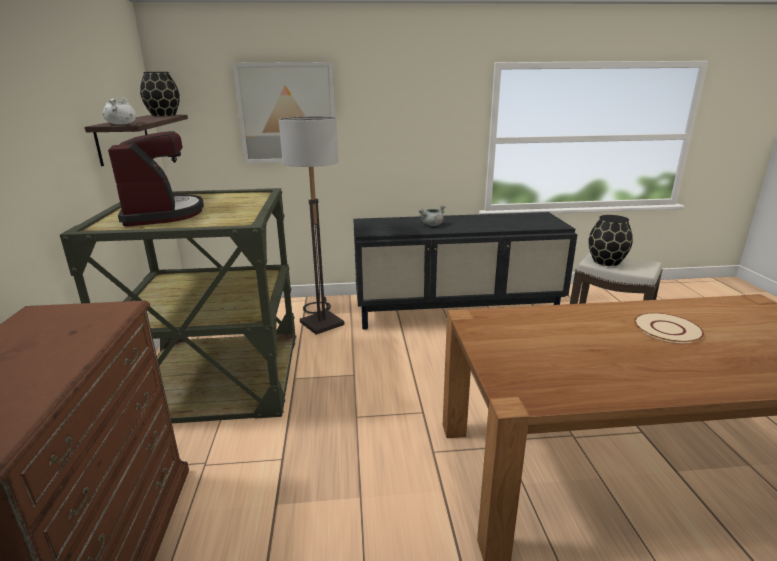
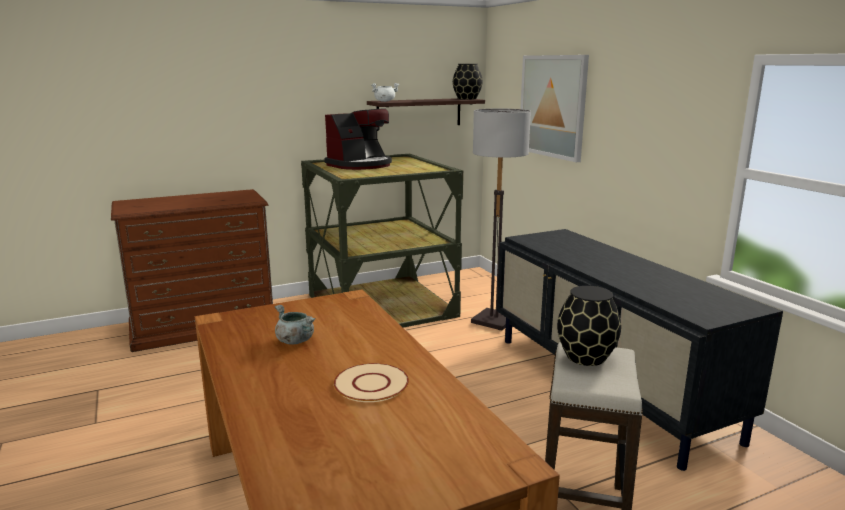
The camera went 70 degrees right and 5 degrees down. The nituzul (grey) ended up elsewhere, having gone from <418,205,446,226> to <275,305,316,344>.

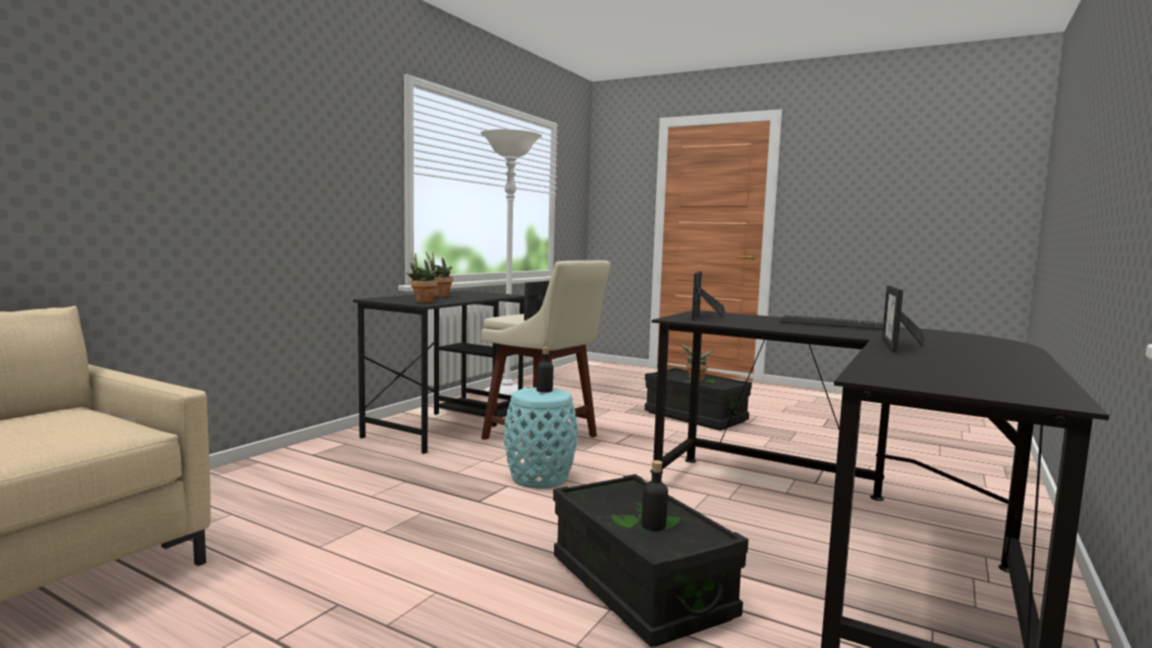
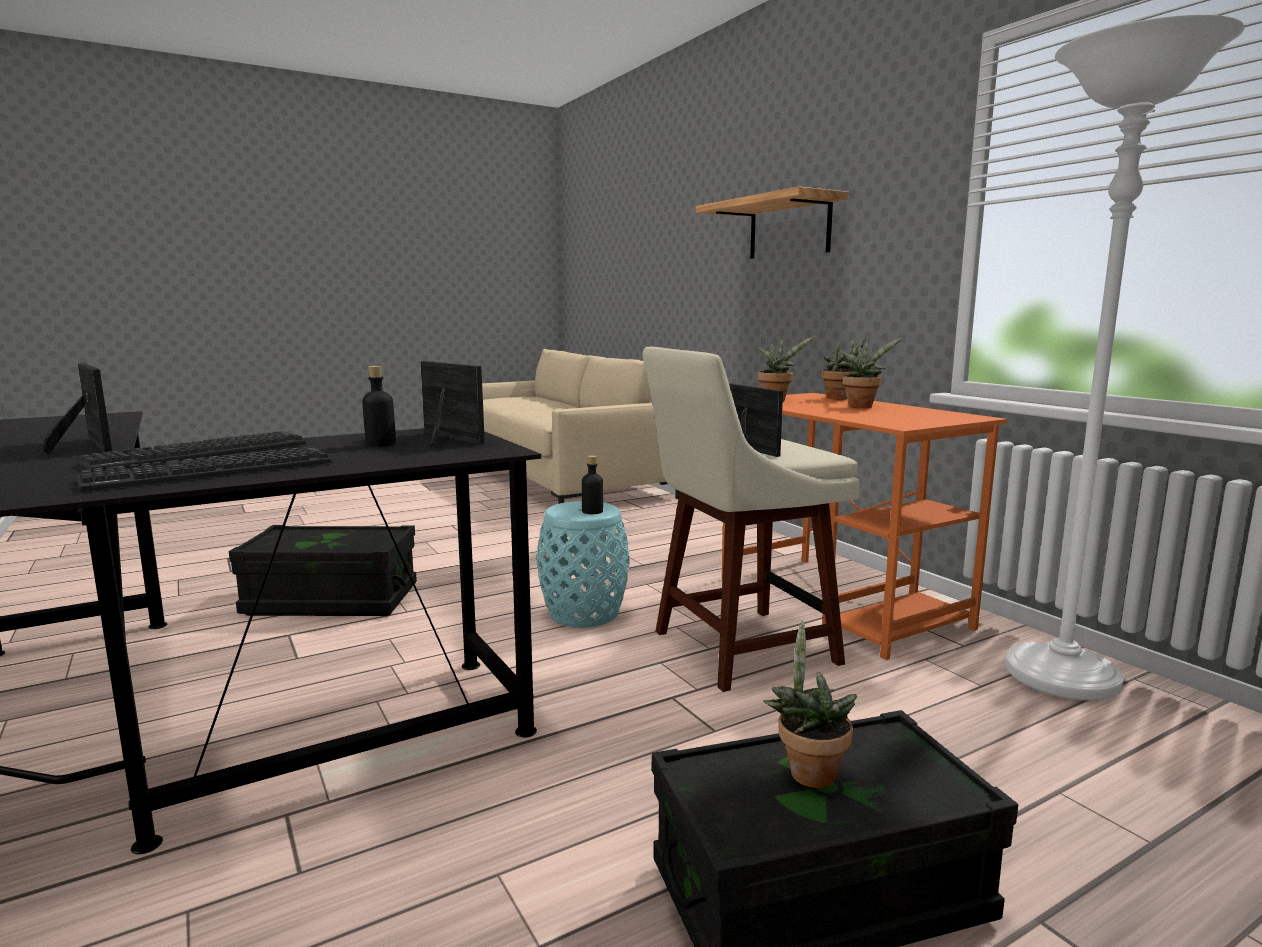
The camera went 120 degrees right and 5 degrees up. The second view gained the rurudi at <75,431,307,472>. The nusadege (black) ended up elsewhere, having gone from <641,460,668,531> to <362,366,396,447>. The second view gained the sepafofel at <696,187,849,259>. What was the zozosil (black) at <353,291,524,454> turned into the zozosil (orange) at <722,393,1007,660>. The second view gained the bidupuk at <821,335,867,400>.

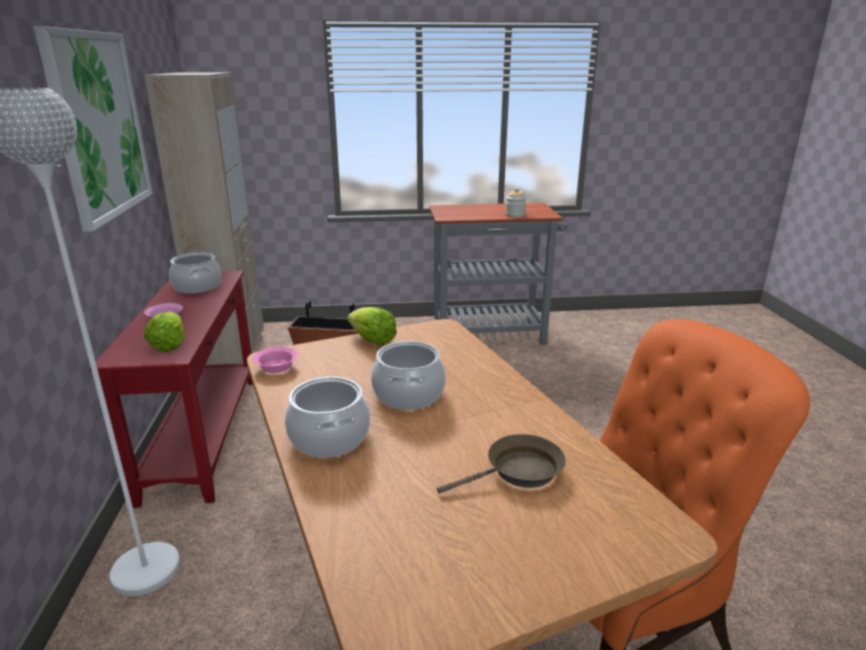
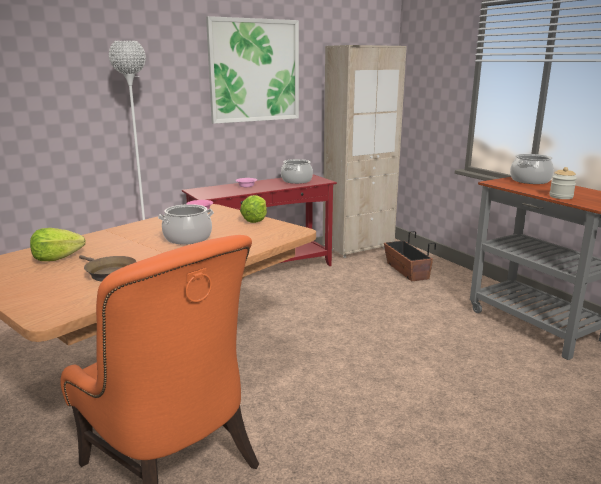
The camera went 65 degrees right and 5 degrees down. The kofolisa ended up elsewhere, having gone from <144,311,185,352> to <30,228,86,261>. The nituzul ended up elsewhere, having gone from <285,377,370,458> to <510,154,554,184>.

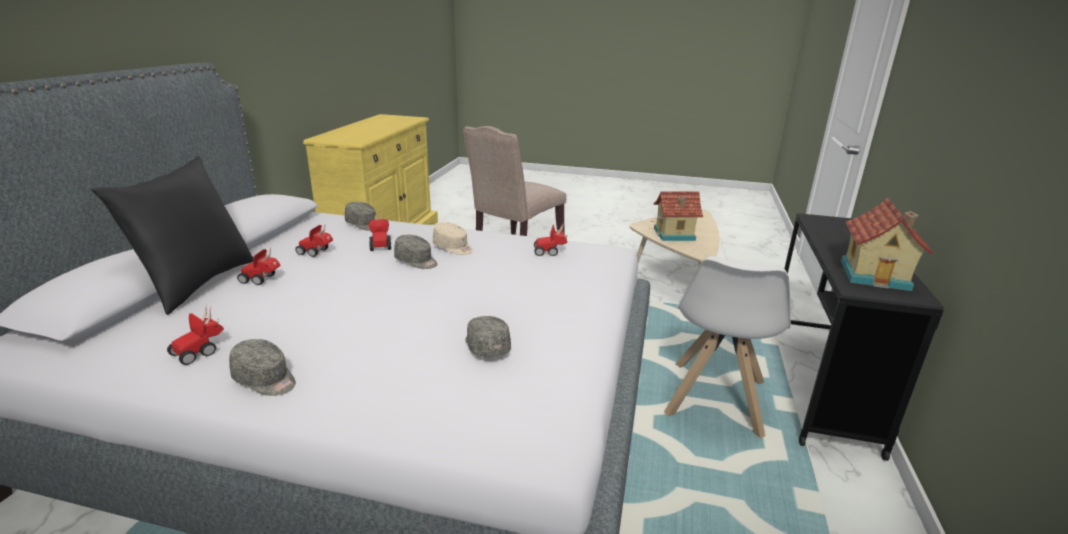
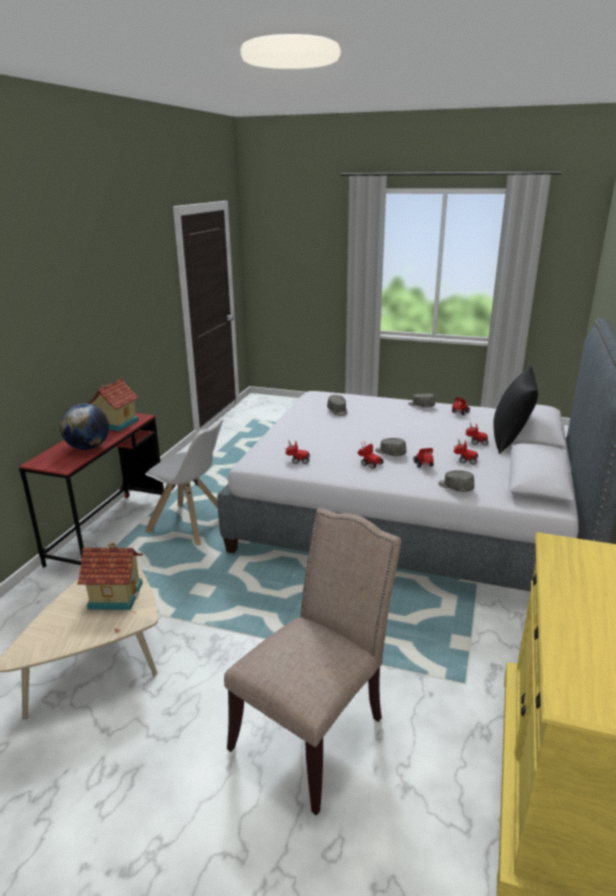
The camera went 175 degrees left and 0 degrees up. What was the zozosil (black) at <784,213,944,461> turned into the zozosil (red) at <19,413,164,567>. The second view gained the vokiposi at <60,404,109,450>. The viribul at <664,256,791,438> ended up facing another way, 90 degrees clockwise from before. Where the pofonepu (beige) stood at <433,222,473,255>, the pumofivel came to stand at <358,441,383,469>.

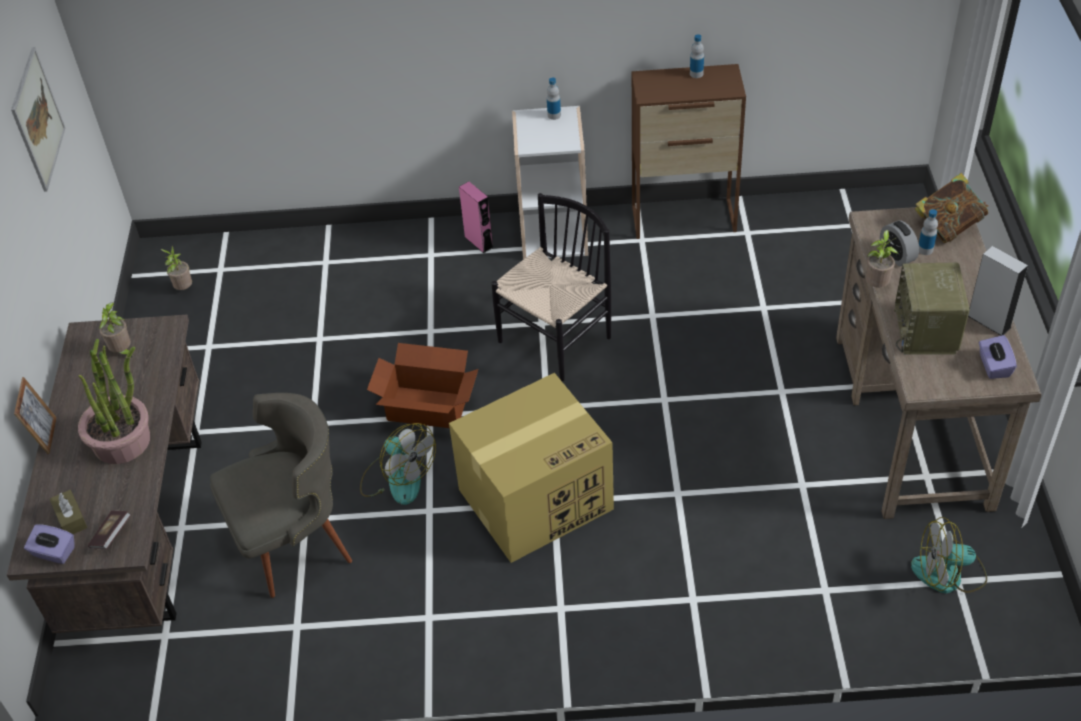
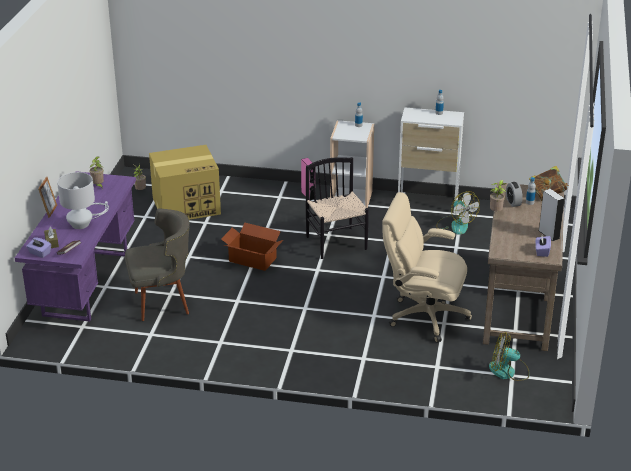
The camera went 10 degrees right and 15 degrees down. What was the zozosil (brown) at <7,315,202,633> turned into the zozosil (purple) at <15,171,136,322>. Where the bidupuk stood at <78,339,150,464>, the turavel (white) came to stand at <57,172,109,229>. The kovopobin ended up elsewhere, having gone from <449,373,614,563> to <149,145,221,220>. The viribul (black) at <491,193,611,381> ended up facing another way, 75 degrees counterclockwise from before. The second view gained the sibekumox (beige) at <382,192,472,343>. What was the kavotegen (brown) at <632,64,746,239> turned into the kavotegen (white) at <398,107,464,201>. The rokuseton ended up elsewhere, having gone from <360,423,436,505> to <436,191,480,235>. The second view lost the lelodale at <11,47,65,192>. The second view lost the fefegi at <894,262,970,355>.

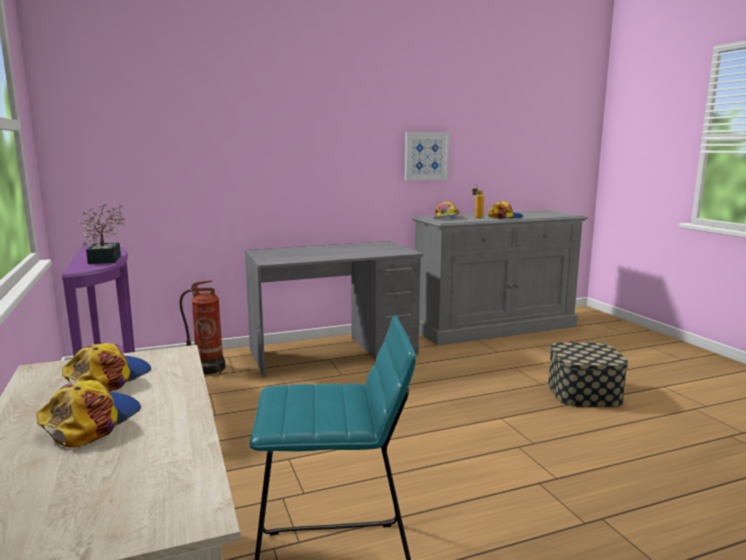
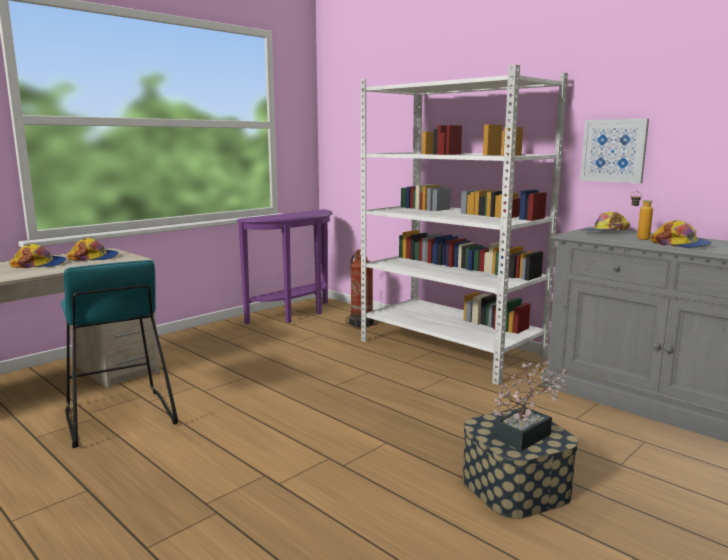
The camera went 65 degrees right and 0 degrees up. Where the zozosil (grey) stood at <245,241,423,376>, the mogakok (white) came to stand at <360,65,568,385>. The bidupuk ended up elsewhere, having gone from <79,203,126,264> to <493,361,568,451>.

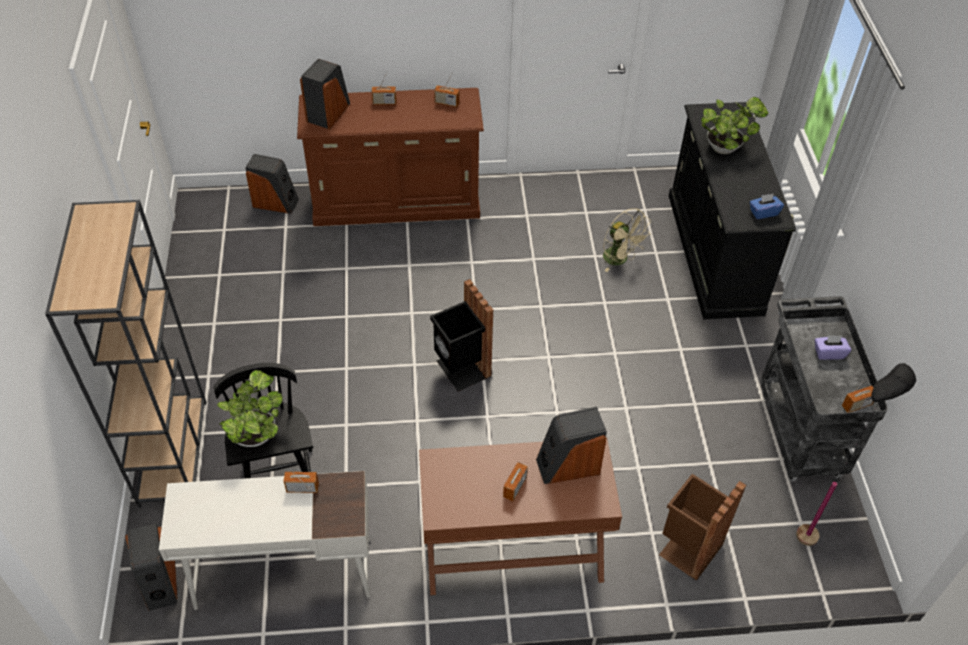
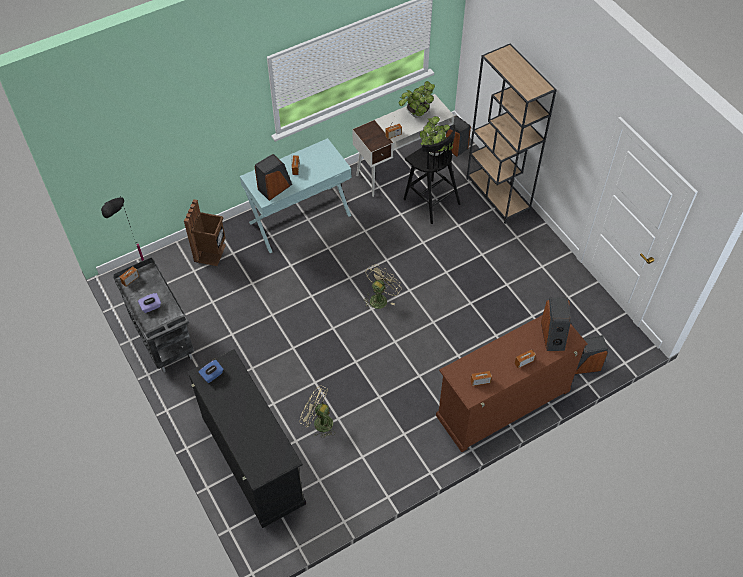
The camera went 155 degrees right and 5 degrees up. What was the zozosil (brown) at <419,437,622,595> turned into the zozosil (turquoise) at <240,138,352,253>. Where the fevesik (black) stood at <430,279,493,391>, the rokuseton (beige) came to stand at <364,264,402,309>. The bidupuk ended up elsewhere, having gone from <701,97,768,154> to <399,81,435,118>.

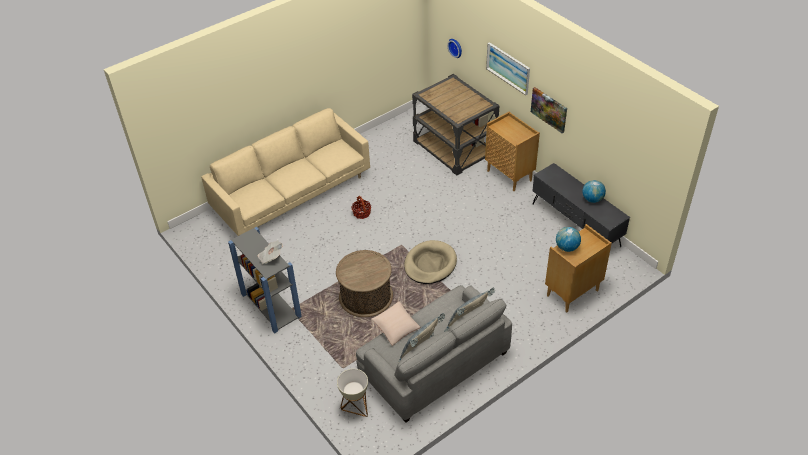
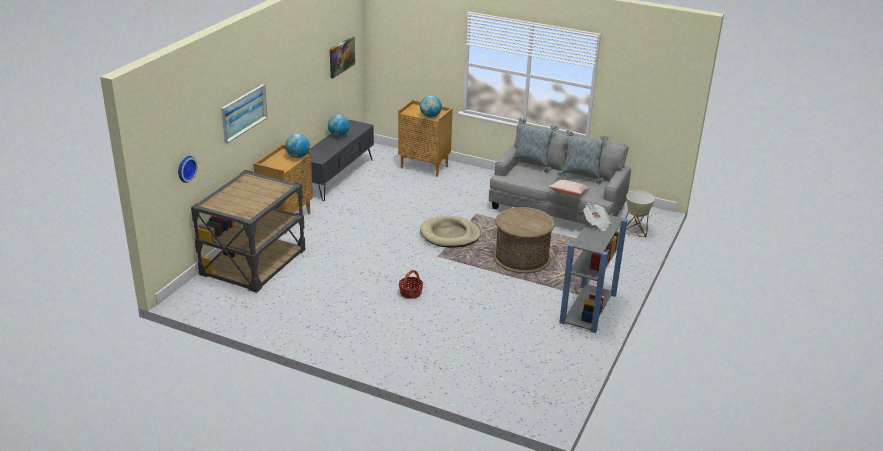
The camera went 120 degrees left and 15 degrees down. The second view gained the vokiposi at <285,134,310,158>. The lelodale ended up elsewhere, having gone from <531,87,567,133> to <330,36,355,78>. The second view lost the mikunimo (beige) at <201,108,370,236>.

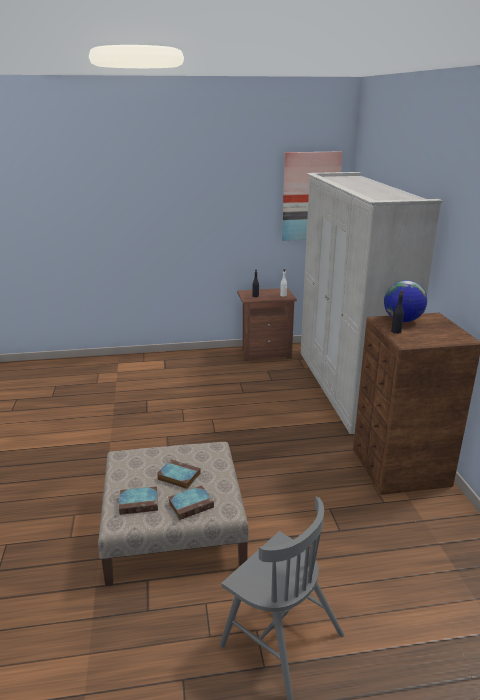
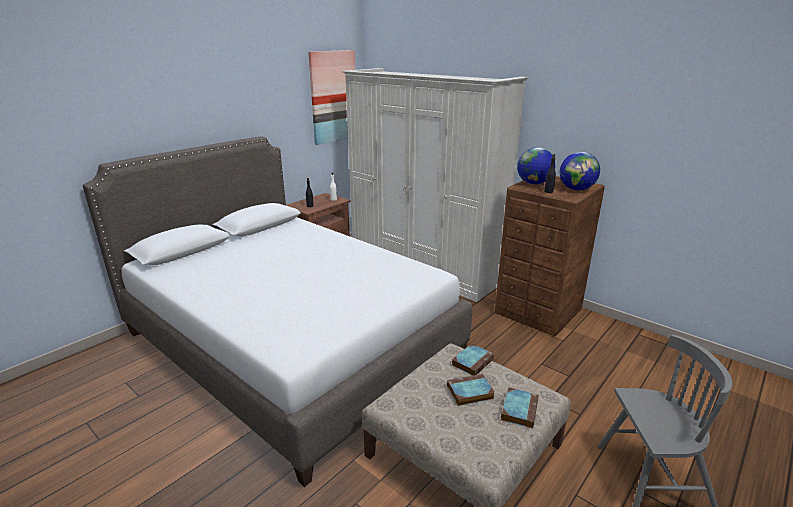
The camera went 40 degrees left and 0 degrees up. The second view gained the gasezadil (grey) at <83,136,472,487>. The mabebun ended up elsewhere, having gone from <119,486,158,515> to <452,343,494,376>. The second view gained the vokiposi at <560,152,600,190>.

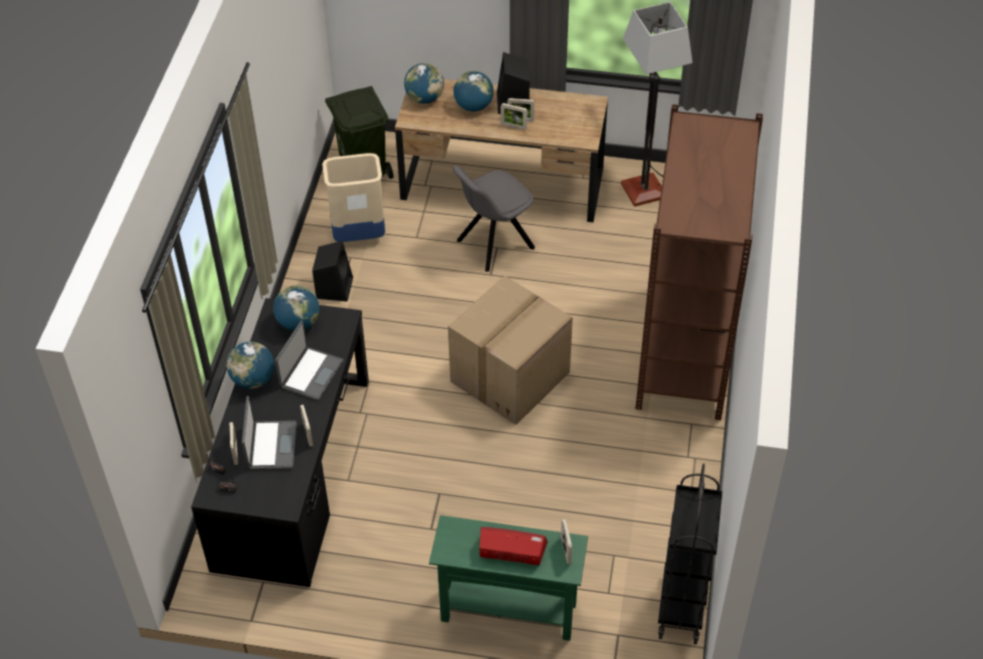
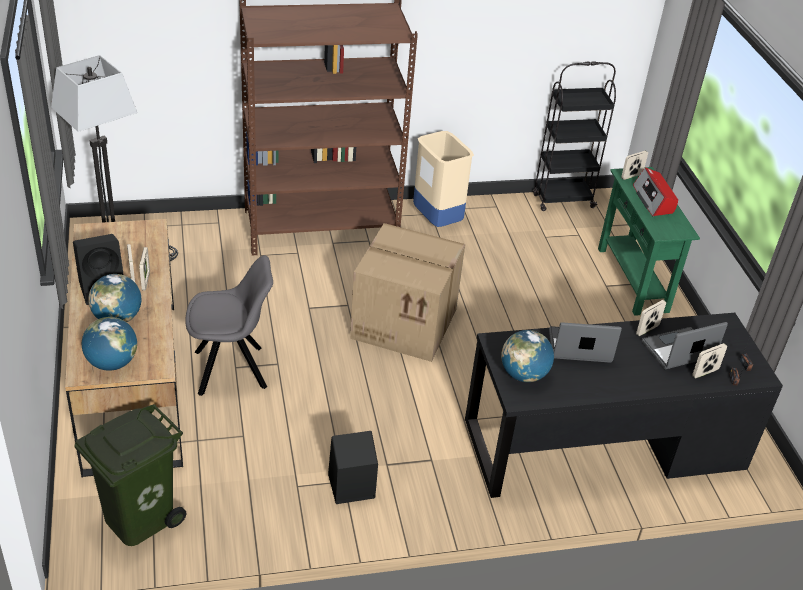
The camera went 115 degrees left and 10 degrees down. The viribul (grey) at <453,165,535,272> ended up facing another way, 45 degrees counterclockwise from before. The fevesik (beige) ended up elsewhere, having gone from <322,153,385,242> to <413,131,474,227>. The second view lost the vokiposi at <227,342,274,389>.

